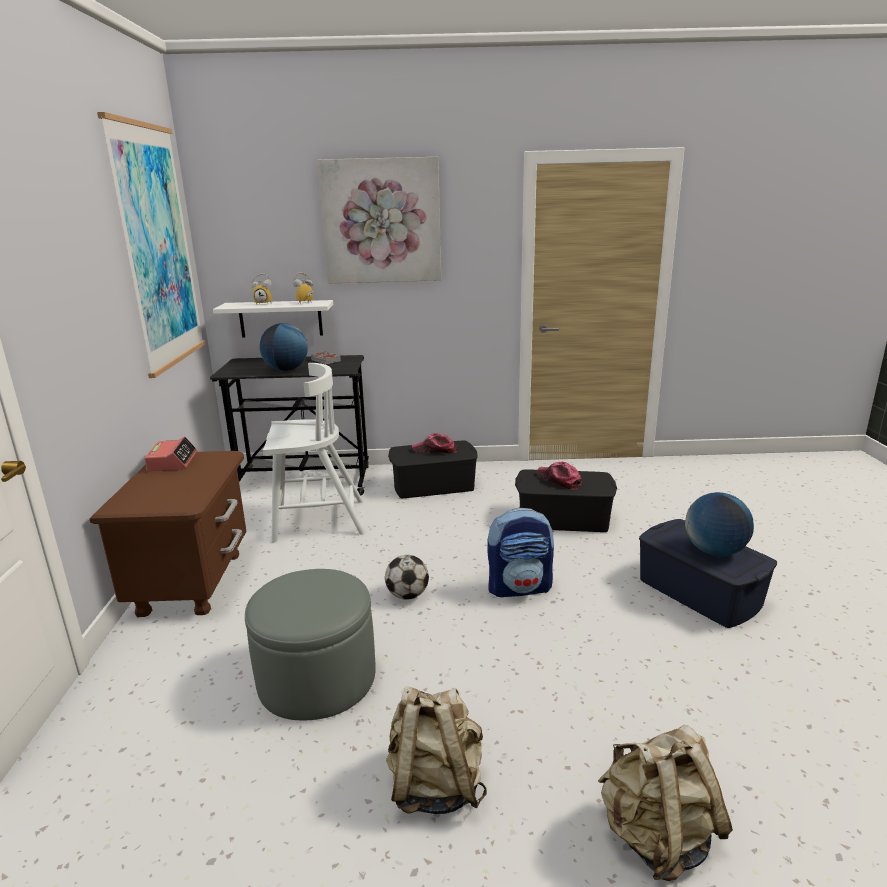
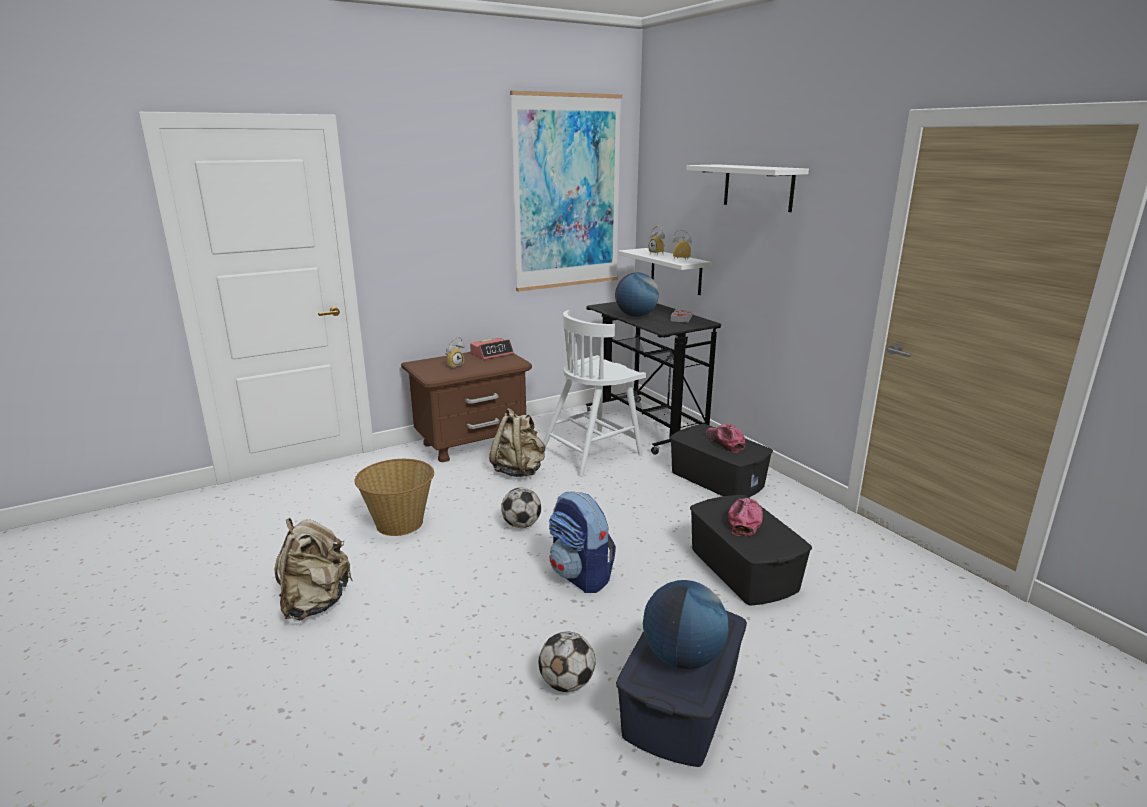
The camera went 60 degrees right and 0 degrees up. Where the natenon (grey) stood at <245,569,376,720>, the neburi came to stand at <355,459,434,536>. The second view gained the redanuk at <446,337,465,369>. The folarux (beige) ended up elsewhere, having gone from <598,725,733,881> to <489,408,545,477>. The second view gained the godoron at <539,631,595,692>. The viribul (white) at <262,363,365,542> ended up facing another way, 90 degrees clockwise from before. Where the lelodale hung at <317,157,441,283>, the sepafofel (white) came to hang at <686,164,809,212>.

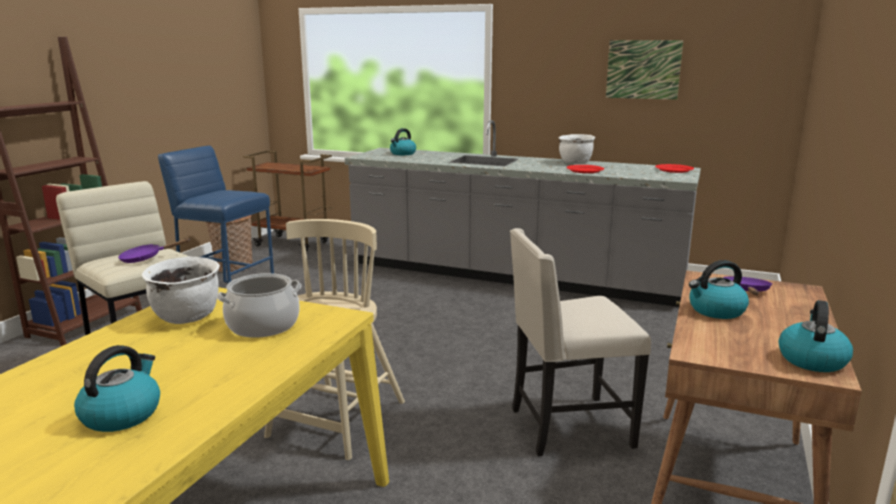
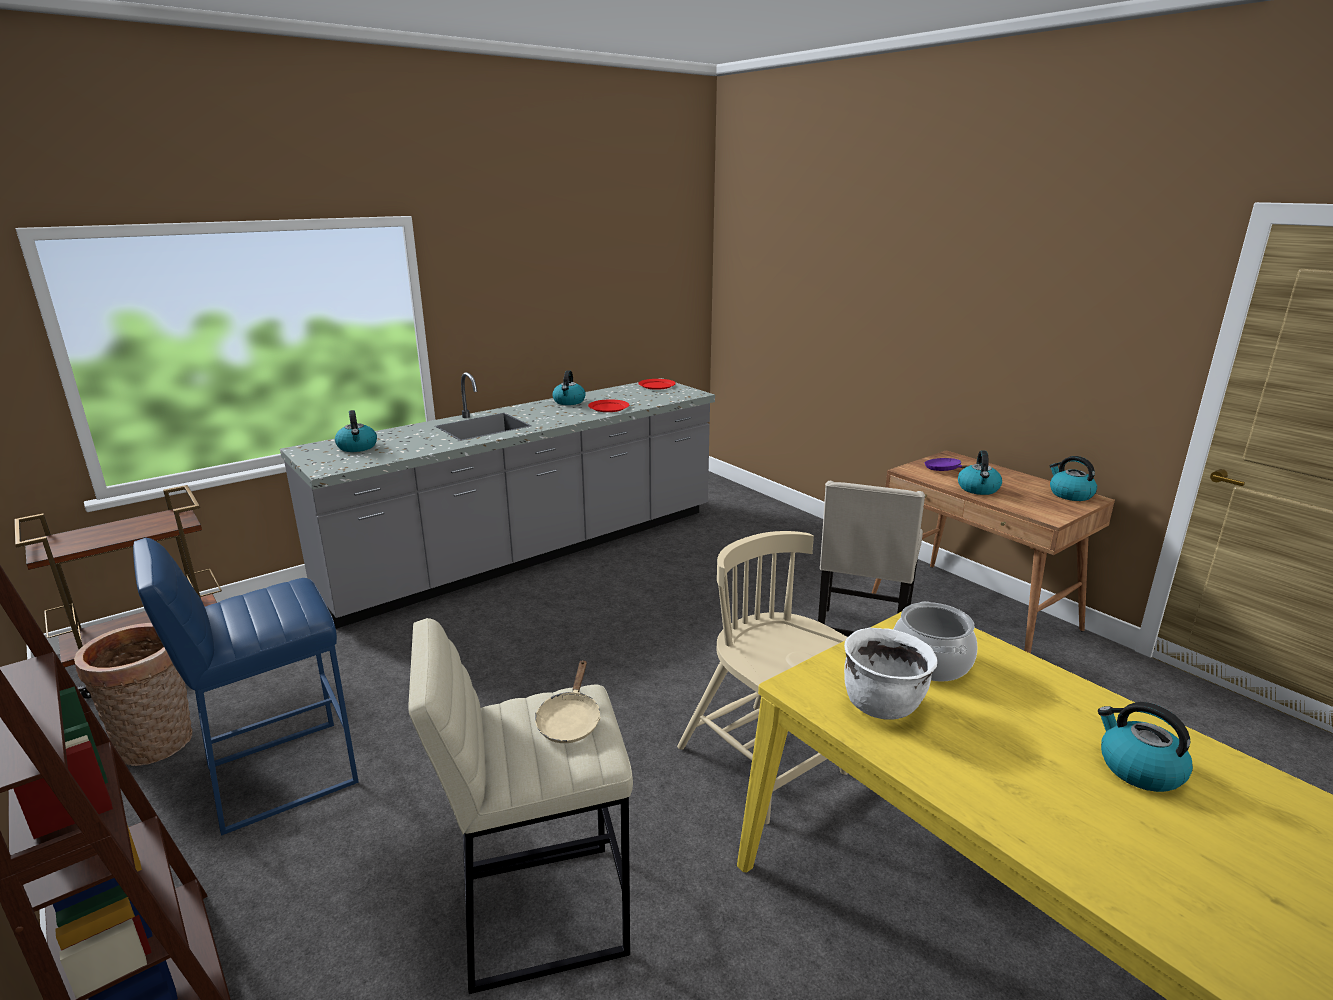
The camera went 60 degrees left and 5 degrees up. What was the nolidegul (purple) at <118,239,190,263> turned into the nolidegul (beige) at <535,660,601,743>. Where the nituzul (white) stood at <558,134,595,164>, the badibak came to stand at <552,371,586,405>. The second view lost the lelodale at <606,40,683,100>.

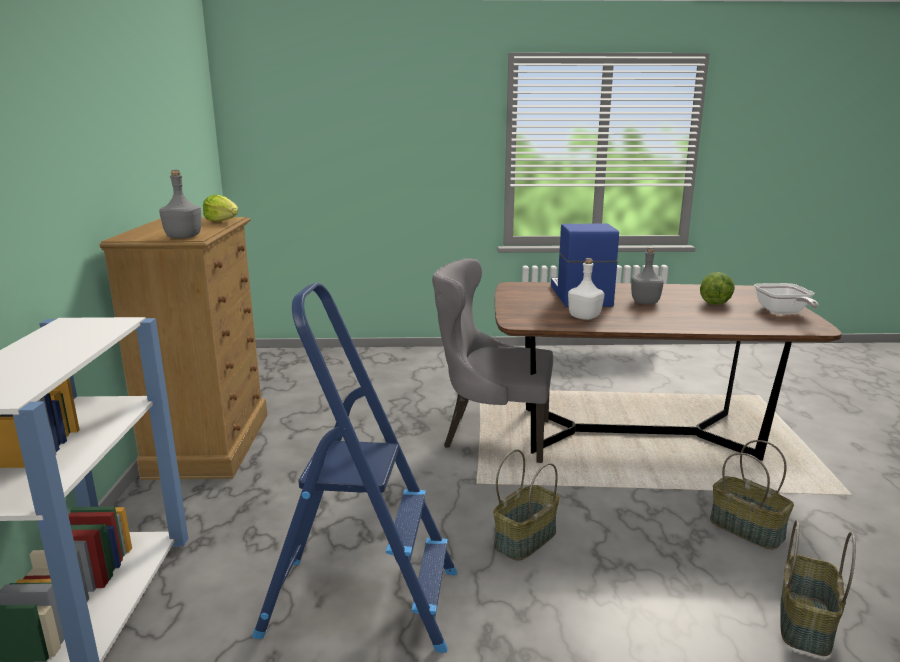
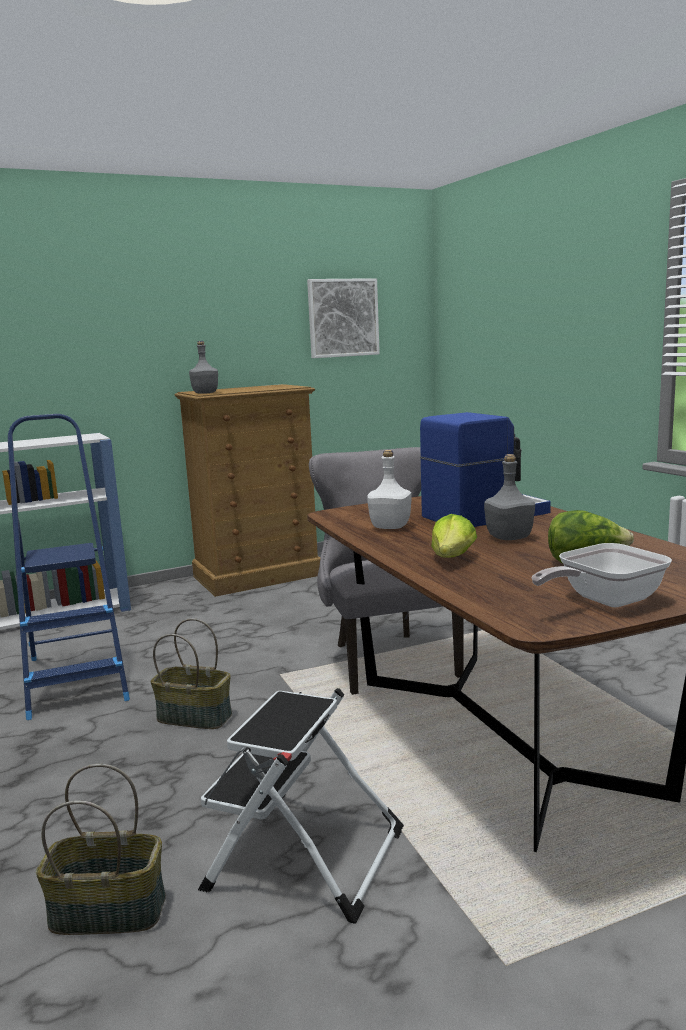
The camera went 65 degrees right and 5 degrees down. Where the neburi stood at <710,440,794,550>, the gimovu came to stand at <198,688,404,924>. The second view gained the lelodale at <307,278,380,358>. The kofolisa ended up elsewhere, having gone from <203,195,238,222> to <431,514,477,558>.

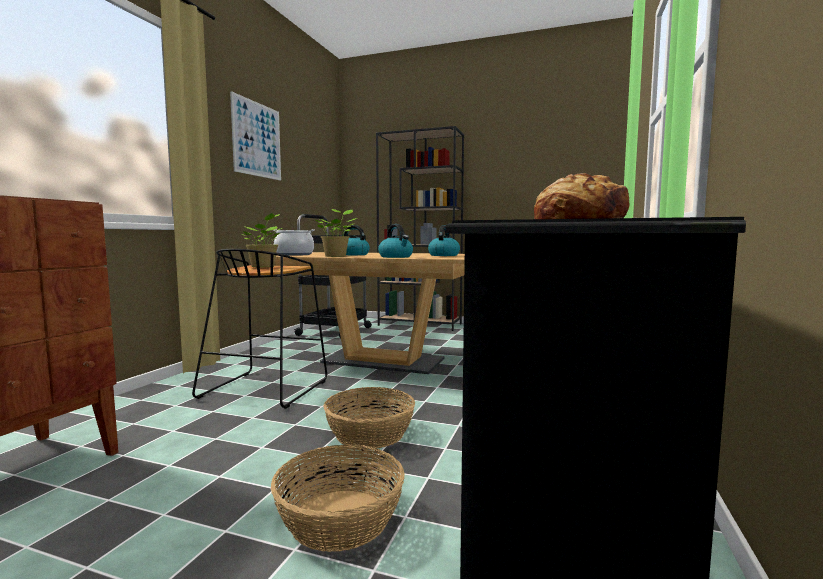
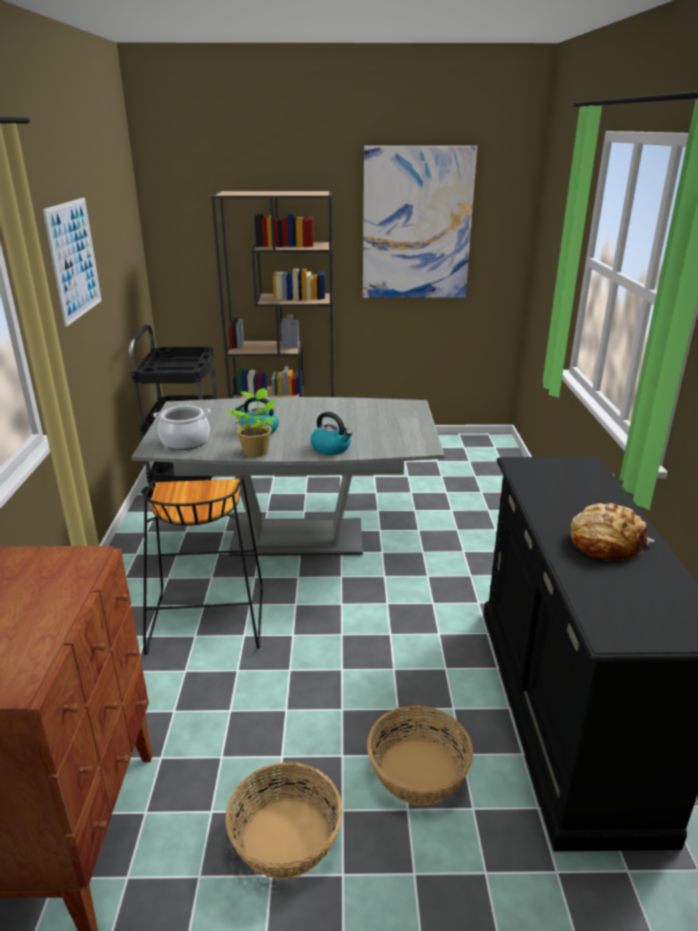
The camera went 20 degrees left and 20 degrees up. What was the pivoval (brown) at <249,252,465,374> turned into the pivoval (grey) at <132,397,444,556>. The neburi ended up elsewhere, having gone from <323,387,415,449> to <225,762,343,879>. The second view gained the lelodale at <363,146,477,298>. The second view lost the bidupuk at <240,213,283,267>. The second view lost the badibak at <428,225,460,256>.

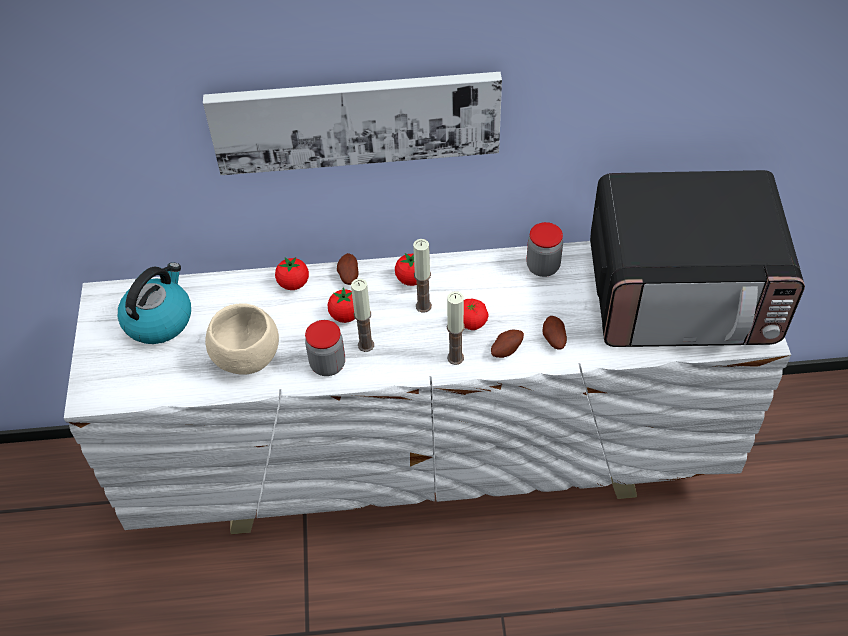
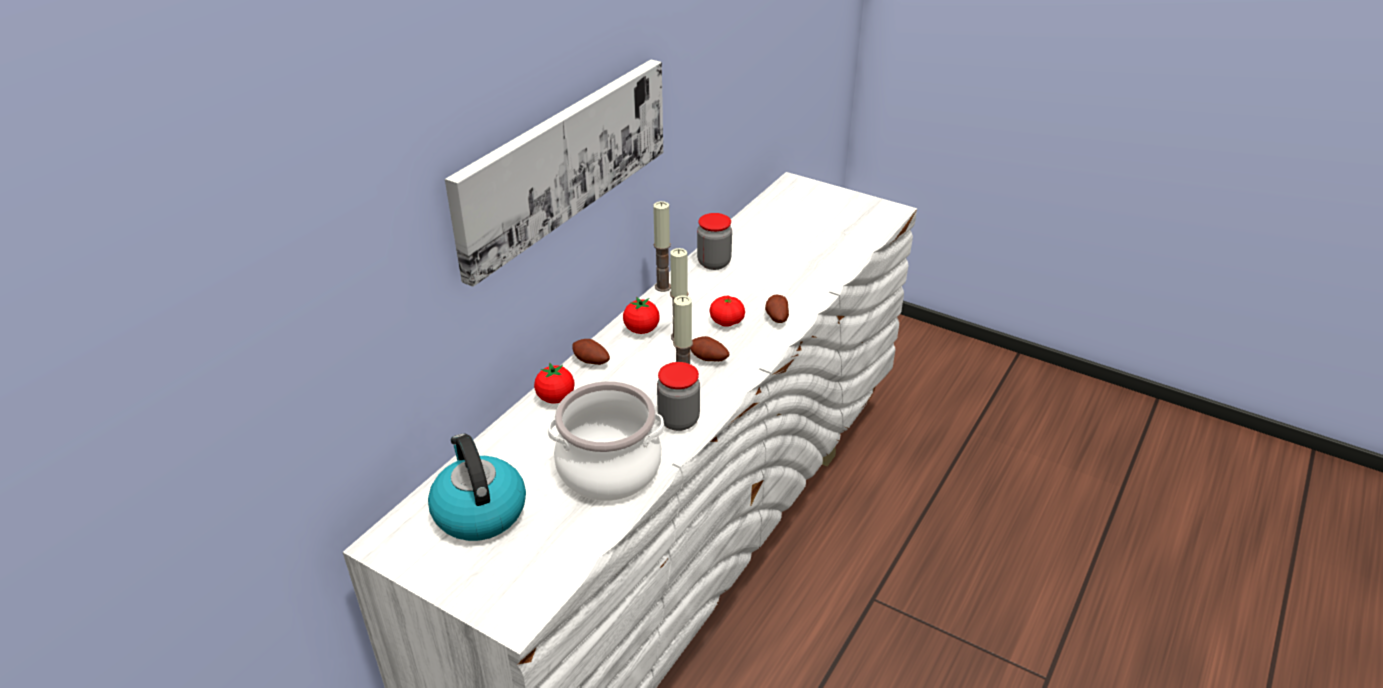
The camera went 55 degrees left and 15 degrees down. Where the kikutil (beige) stood at <205,303,279,375>, the nituzul came to stand at <548,381,664,501>. The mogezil ended up elsewhere, having gone from <447,291,464,365> to <653,201,671,292>. The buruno ended up elsewhere, having gone from <543,316,567,350> to <690,336,729,362>. The second view lost the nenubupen at <328,287,355,323>. The second view lost the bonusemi at <590,170,805,347>.

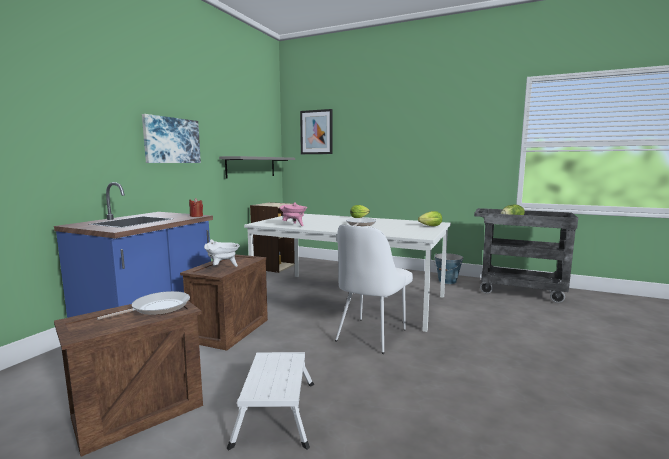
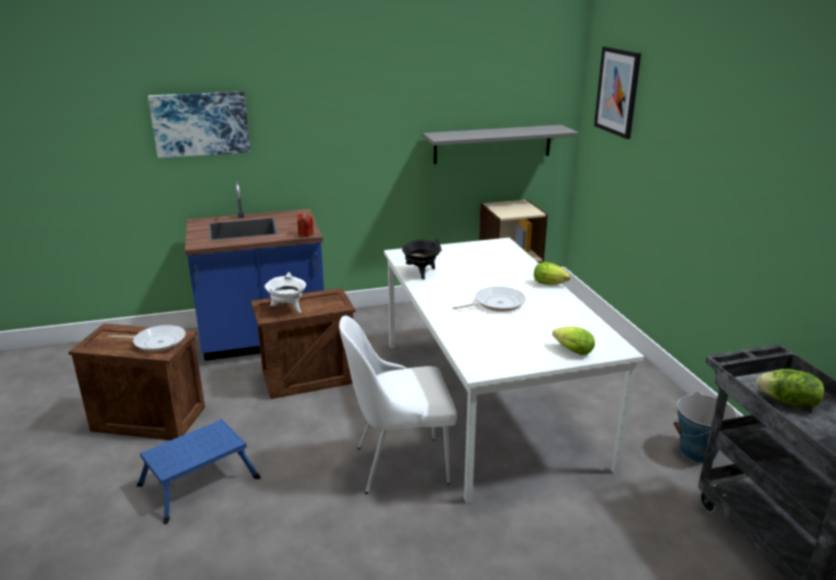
The camera went 50 degrees right and 15 degrees up. What was the gimovu (white) at <227,352,315,450> turned into the gimovu (blue) at <137,419,261,524>. The lelodale ended up elsewhere, having gone from <142,114,201,163> to <148,91,250,158>. What was the nituzul (pink) at <279,202,307,226> turned into the nituzul (black) at <402,239,442,280>.

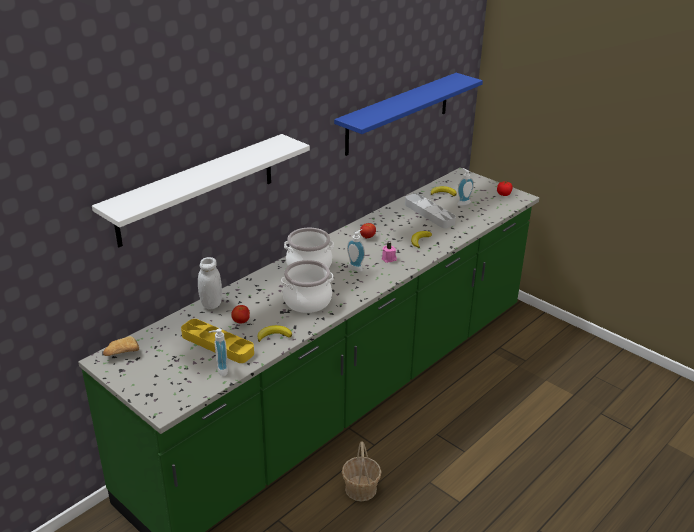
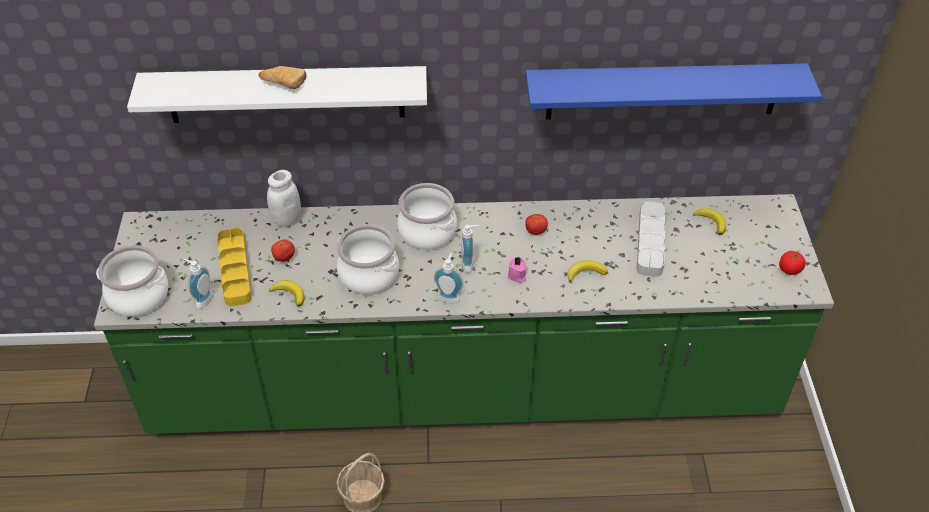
The camera went 45 degrees right and 15 degrees up. The second view gained the nituzul at <96,245,168,316>. The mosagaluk ended up elsewhere, having gone from <103,336,139,356> to <258,66,306,89>. The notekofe ended up elsewhere, having gone from <458,168,474,206> to <434,253,463,304>.

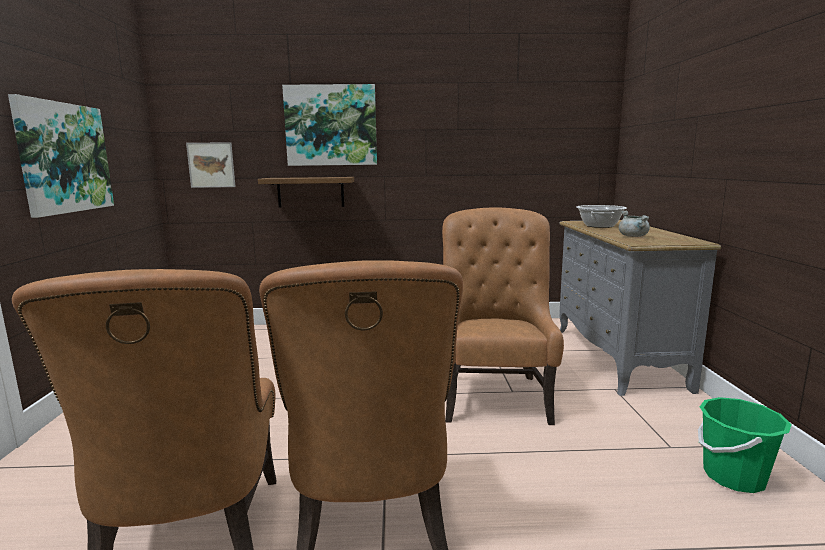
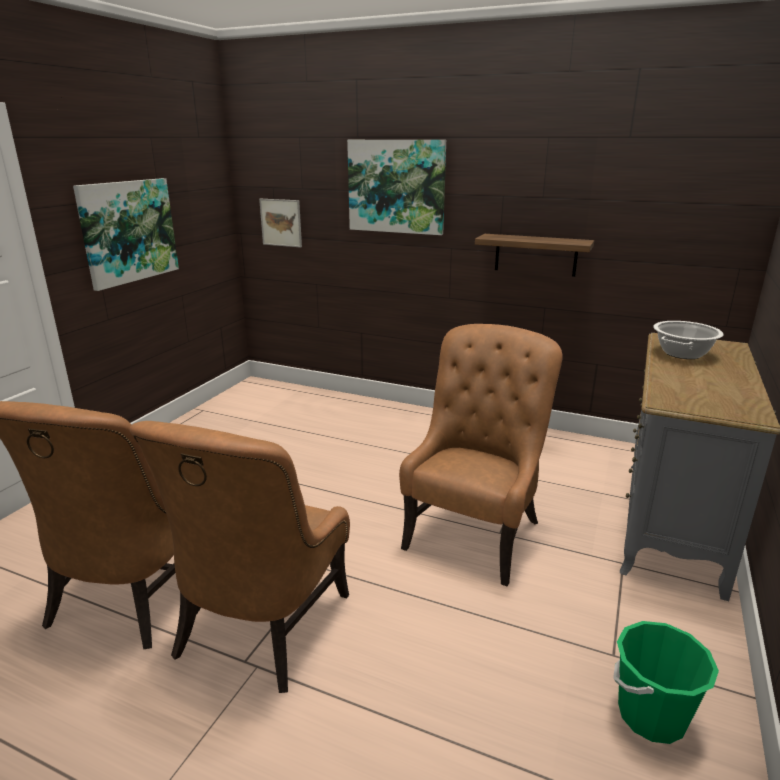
The camera went 25 degrees right and 10 degrees up. The sepafofel ended up elsewhere, having gone from <258,177,354,208> to <475,234,594,277>. The second view lost the nituzul (grey) at <619,211,650,237>.

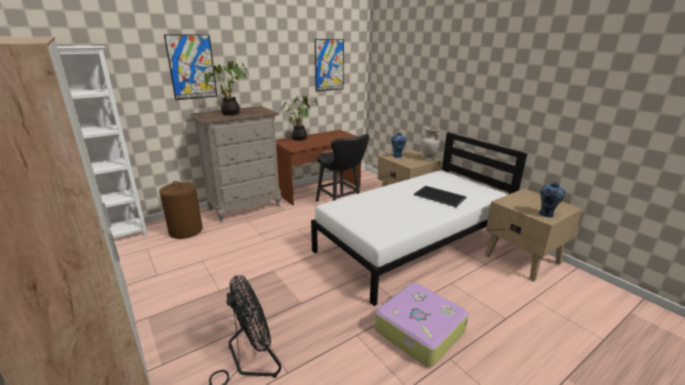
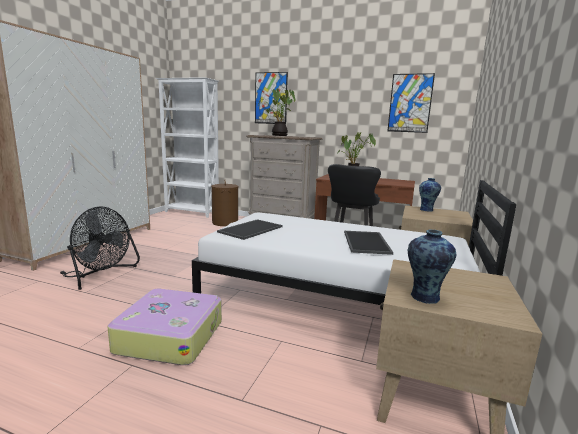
The camera went 55 degrees right and 10 degrees down. The second view gained the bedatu at <217,219,283,240>. The second view lost the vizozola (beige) at <420,126,440,160>.

